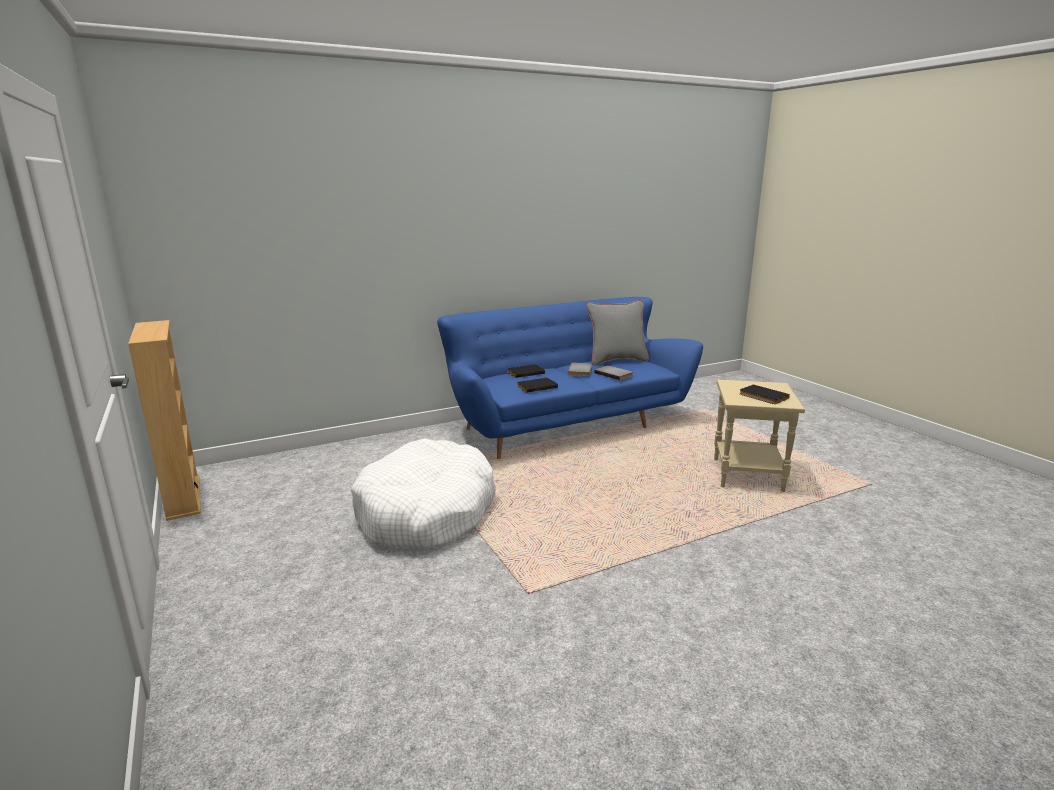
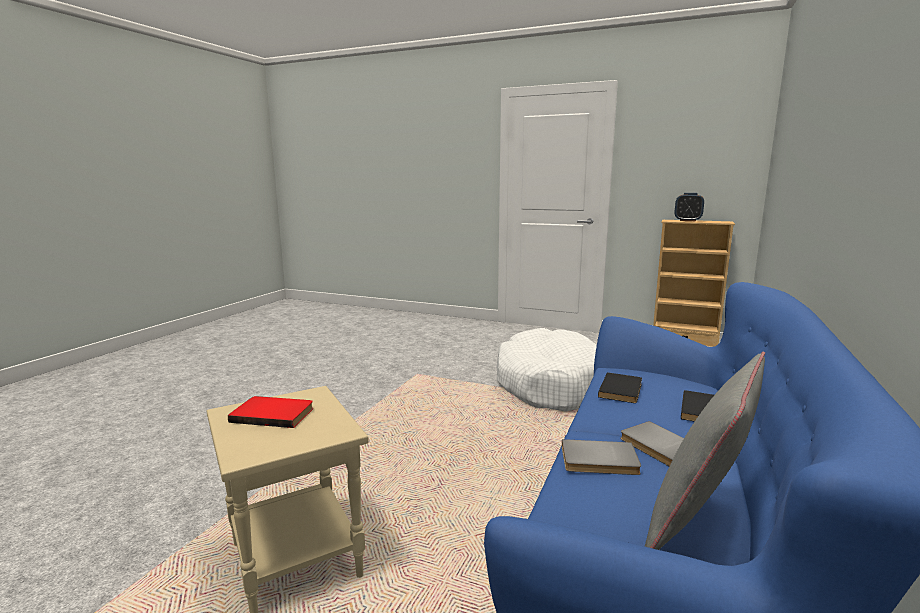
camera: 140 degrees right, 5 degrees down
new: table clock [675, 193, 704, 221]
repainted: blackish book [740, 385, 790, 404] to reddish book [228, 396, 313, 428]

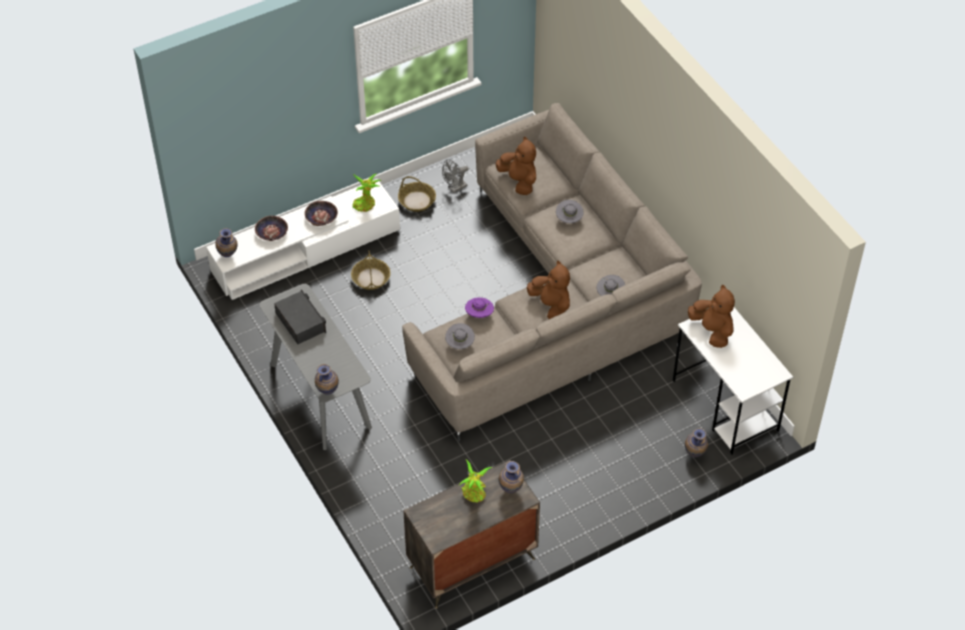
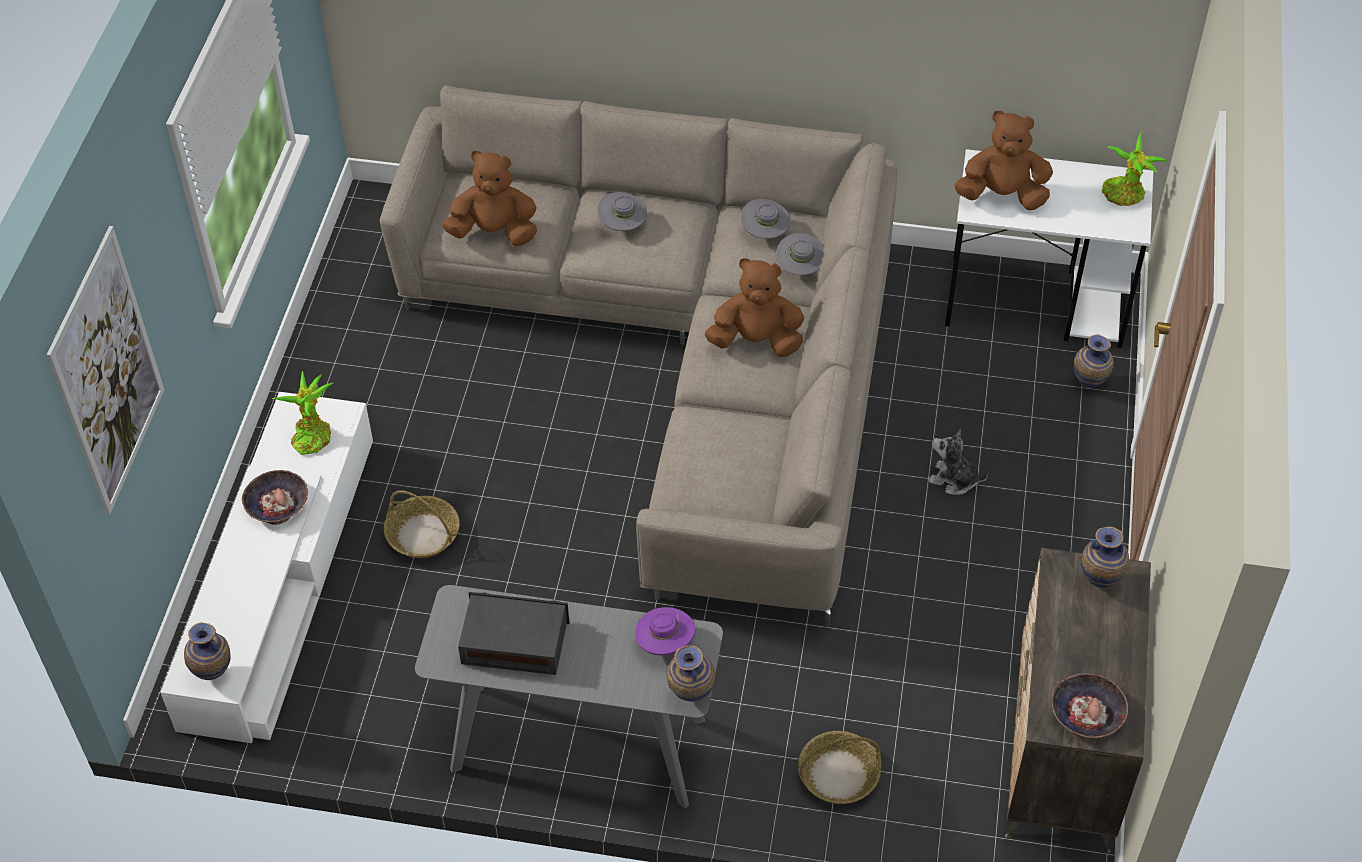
camera: 50 degrees left, 0 degrees up
gone: grey electric fan [442, 159, 469, 193]
new: wall picture [46, 226, 164, 515]; soft toy [928, 429, 988, 495]
shifted: purple clothing hat [465, 297, 494, 318] to [635, 607, 695, 656]; grey clothing hat [445, 323, 475, 349] to [741, 199, 791, 239]; storage basket [398, 176, 436, 212] to [798, 731, 881, 804]; deep dish [255, 216, 288, 241] to [1051, 673, 1128, 738]; potted plant [459, 459, 492, 503] to [1102, 131, 1168, 206]

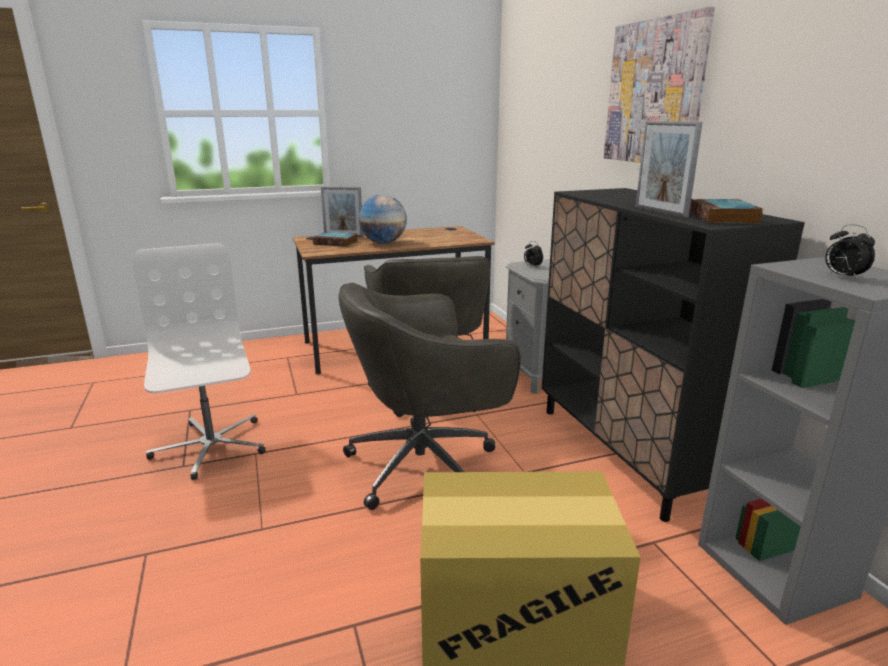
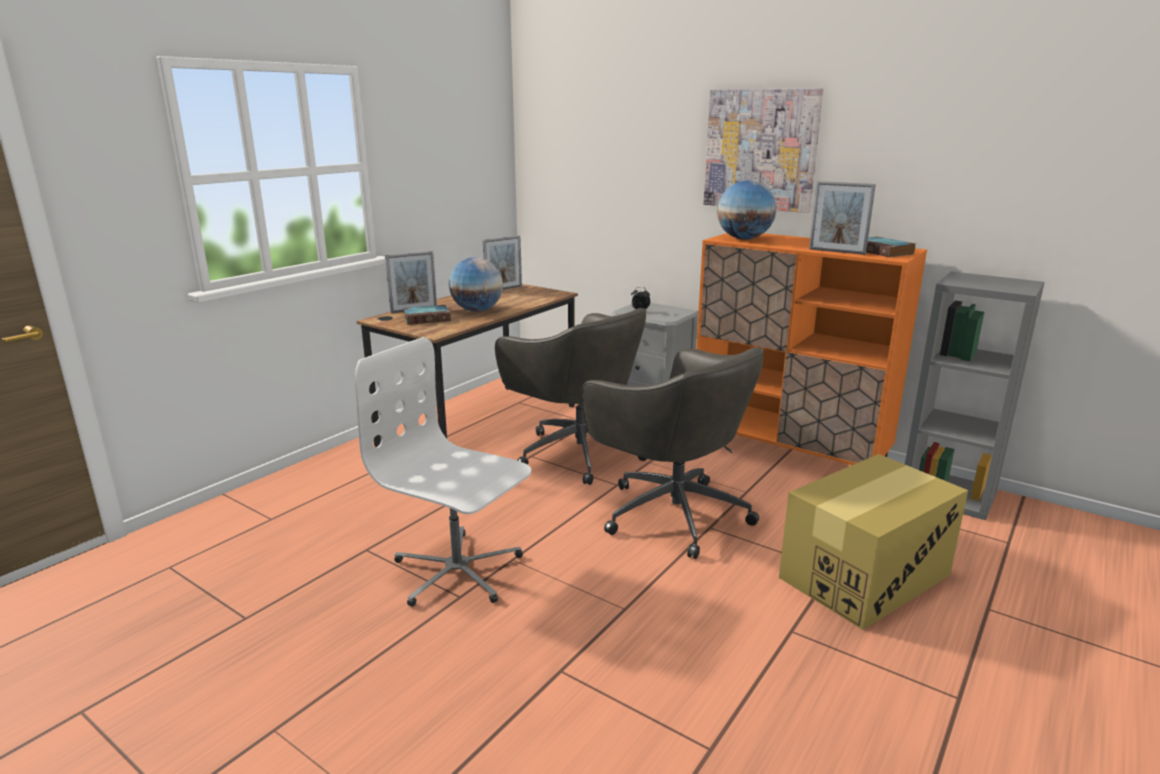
camera: 35 degrees left, 0 degrees up
gone: table clock [825, 224, 875, 280]
new: picture frame [483, 236, 522, 290]; globe [717, 180, 776, 240]
repainted: blackish storage cabinet [542, 188, 805, 522] to orange storage cabinet [696, 233, 927, 465]
rotated: grey computer chair [338, 282, 521, 510] = [581, 347, 764, 559] 75 degrees counterclockwise

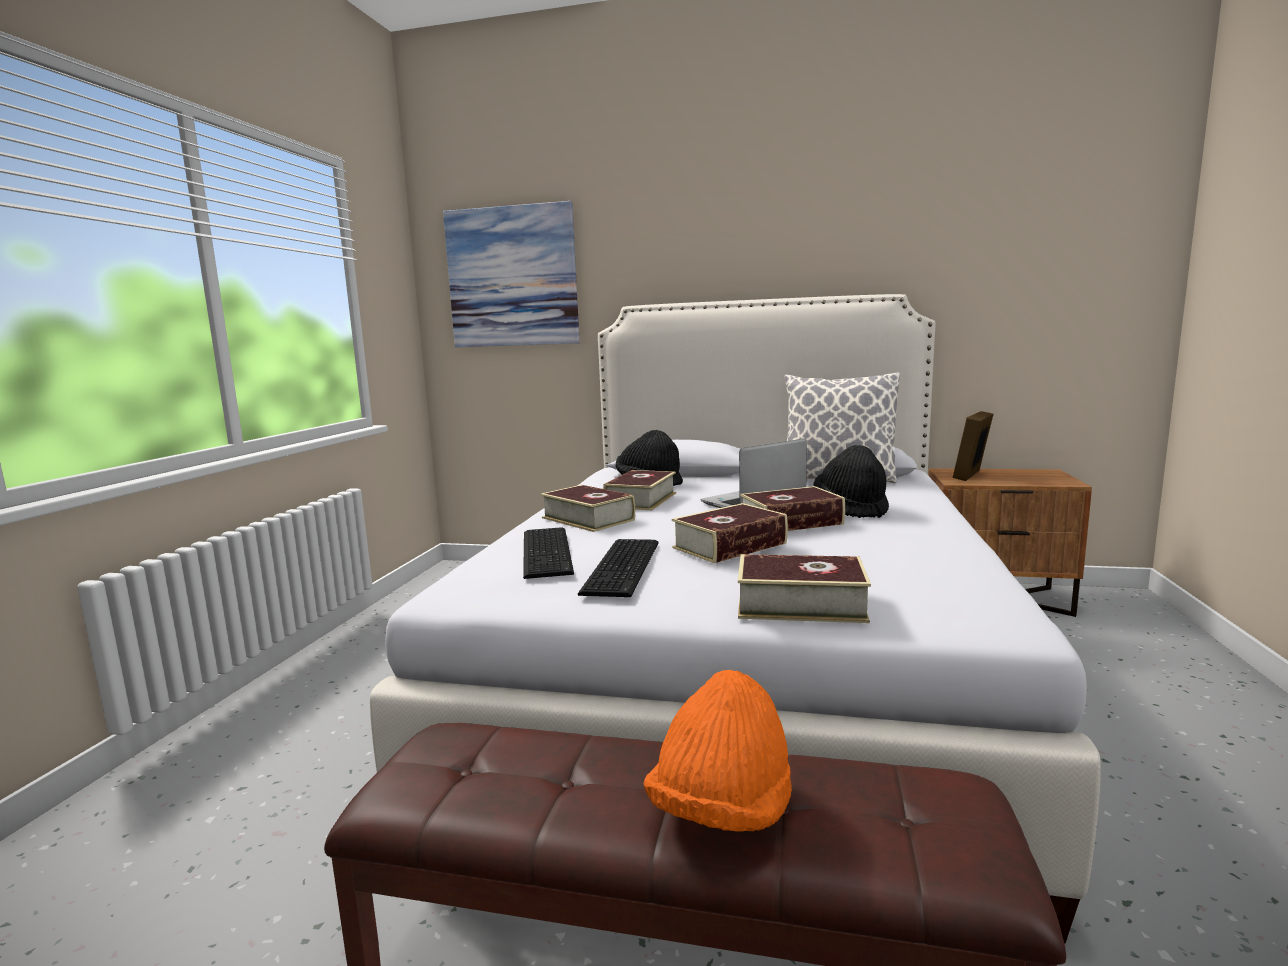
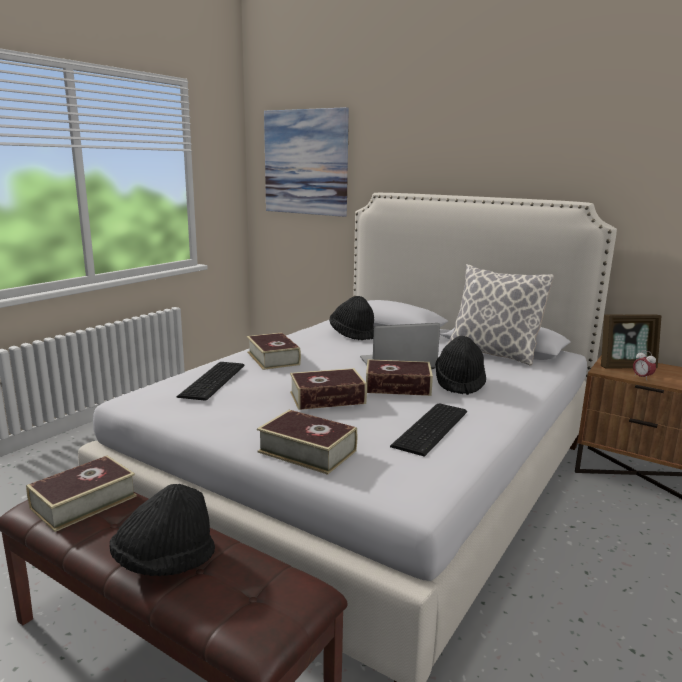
camera: 20 degrees right, 5 degrees up
new: table clock [633, 350, 656, 381]
shifted: book [603, 470, 676, 510] to [26, 456, 137, 532]; computer keyboard [578, 539, 659, 597] to [390, 403, 467, 457]
repainted: orange clothing hat [643, 670, 792, 831] to blackish clothing hat [109, 484, 215, 576]
rotated: picture frame [953, 411, 994, 481] = [601, 314, 661, 369] 150 degrees counterclockwise

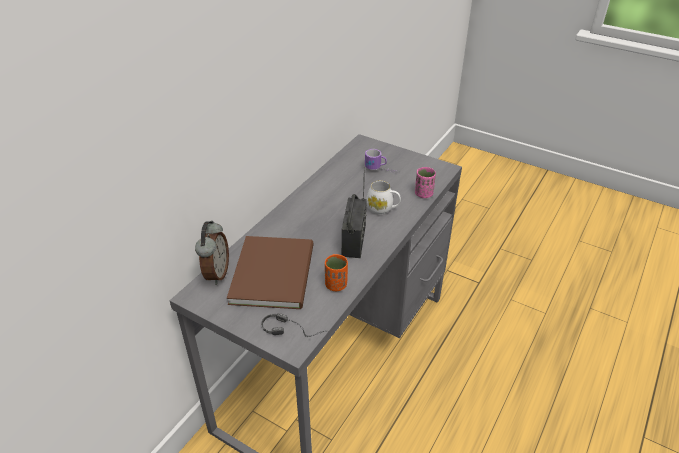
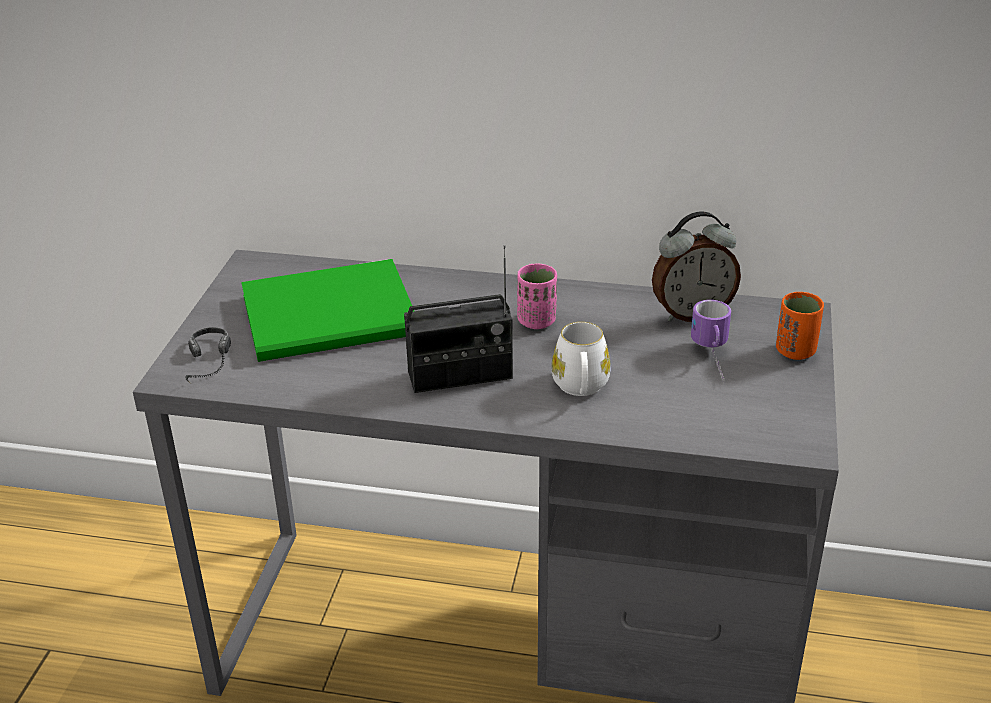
camera: 70 degrees right, 5 degrees down
shifted: pink-coloured small cup [415, 167, 436, 198] to [517, 264, 557, 329]; table clock [195, 221, 229, 285] to [652, 212, 741, 322]; orange small cup [325, 254, 348, 291] to [776, 292, 824, 360]
repainted: brownish book [227, 236, 313, 309] to greenish book [241, 259, 414, 362]

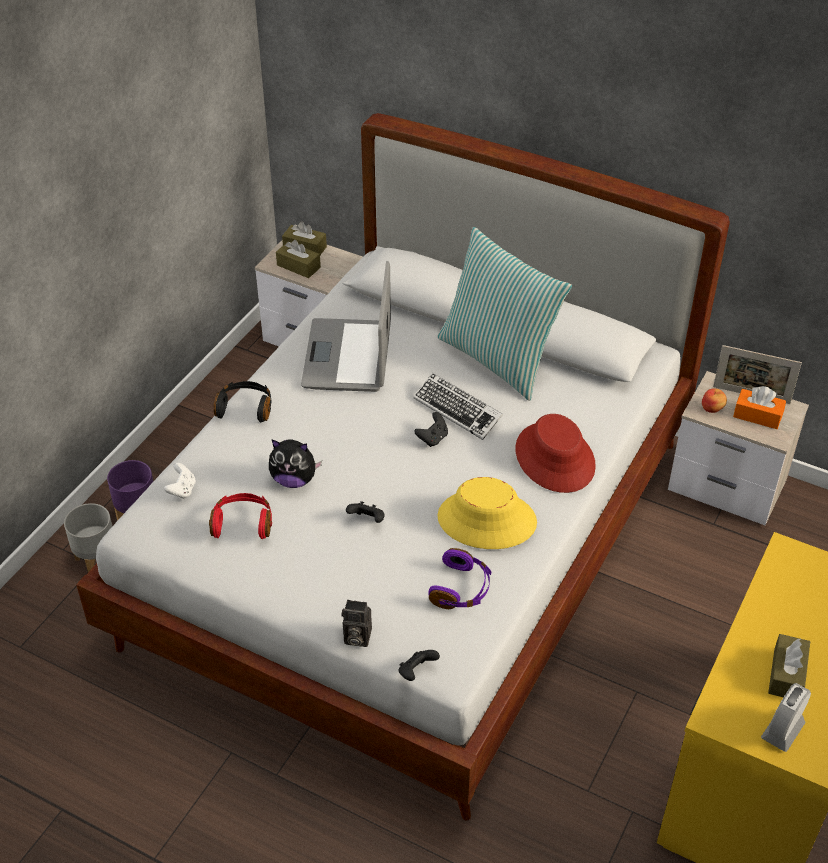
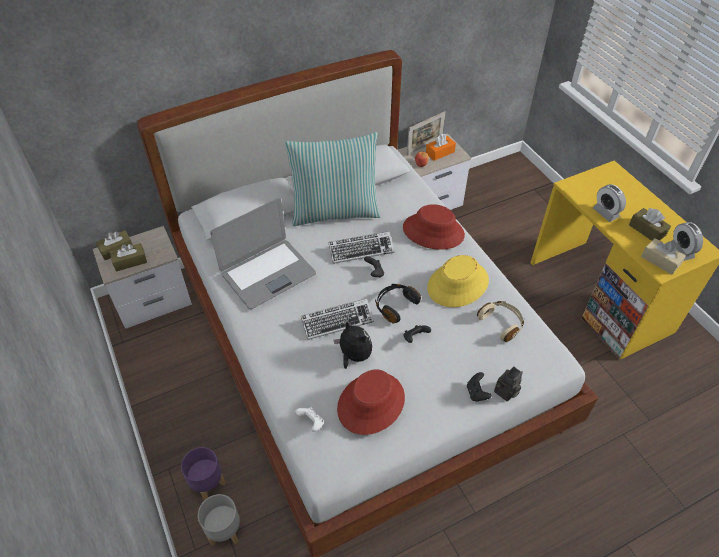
camera: 55 degrees left, 5 degrees up
new: computer keyboard [301, 298, 374, 340]; table clock [593, 184, 626, 222]; beige-coloured tissue holder [641, 238, 686, 275]
shifted: blackish pair of headphones [214, 381, 272, 422] to [375, 284, 421, 324]; blackish gamepad [399, 650, 440, 681] to [467, 372, 492, 401]
swapped: reddish pair of headphones [209, 493, 272, 539] to reddish clothing hat [337, 369, 405, 435]
repainted: purple pair of headphones [428, 548, 491, 609] to beige-coloured pair of headphones [477, 301, 524, 342]
rotated: notebook computer [301, 261, 391, 392] = [210, 198, 316, 309] 75 degrees counterclockwise; soft toy [269, 439, 322, 488] = [334, 321, 372, 369] 90 degrees counterclockwise

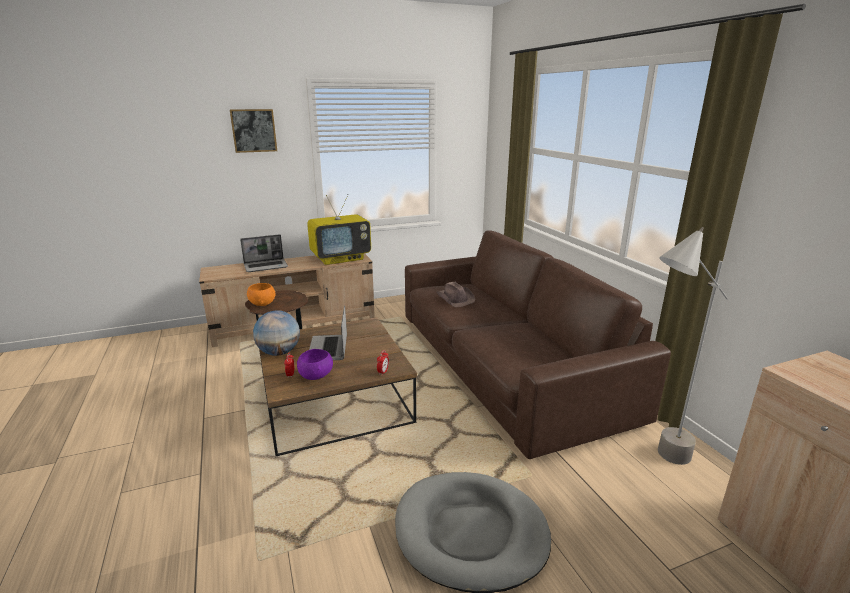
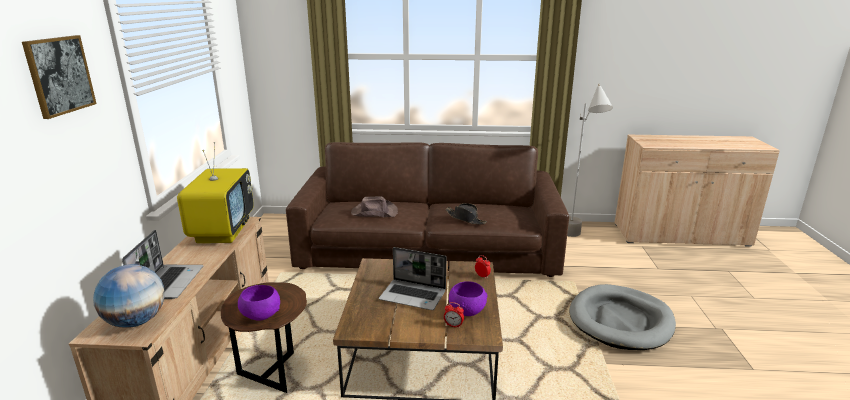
camera: 65 degrees left, 0 degrees up
new: blackish clothing hat [445, 203, 487, 224]
shifted: globe [253, 310, 300, 356] to [93, 264, 165, 328]
repainted: orange deep dish [247, 283, 275, 306] to purple deep dish [238, 285, 280, 321]

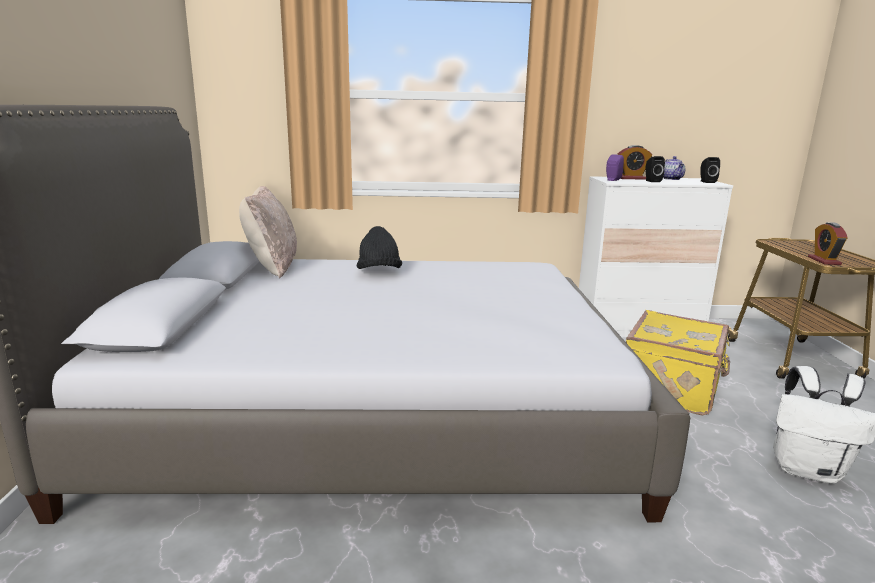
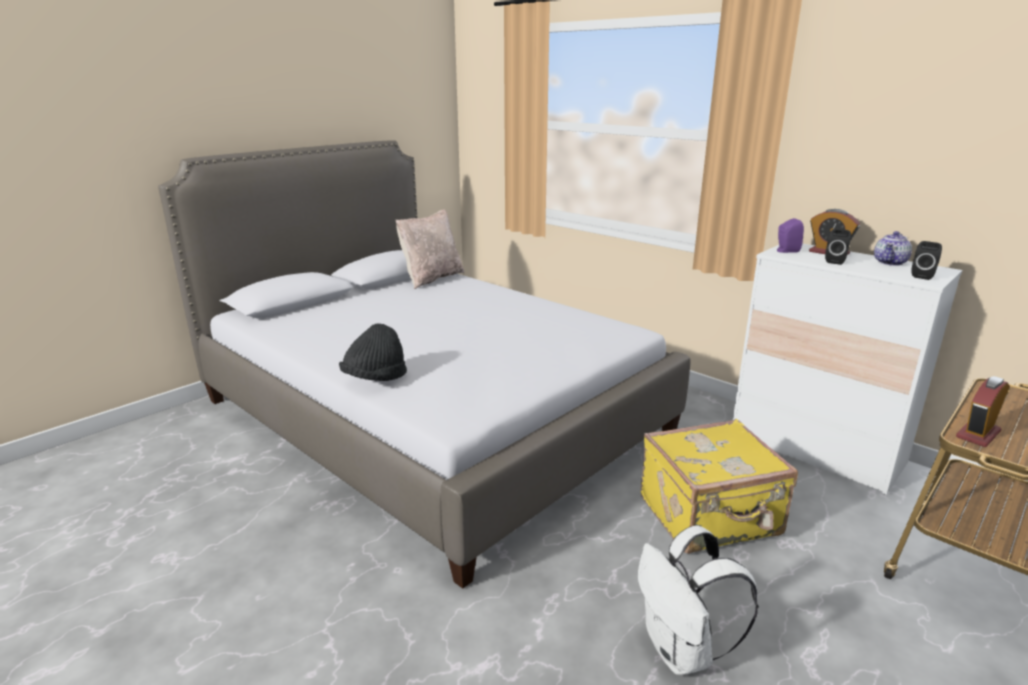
camera: 45 degrees right, 5 degrees up
shifted: blackish clothing hat [357, 226, 402, 269] to [339, 323, 407, 381]

